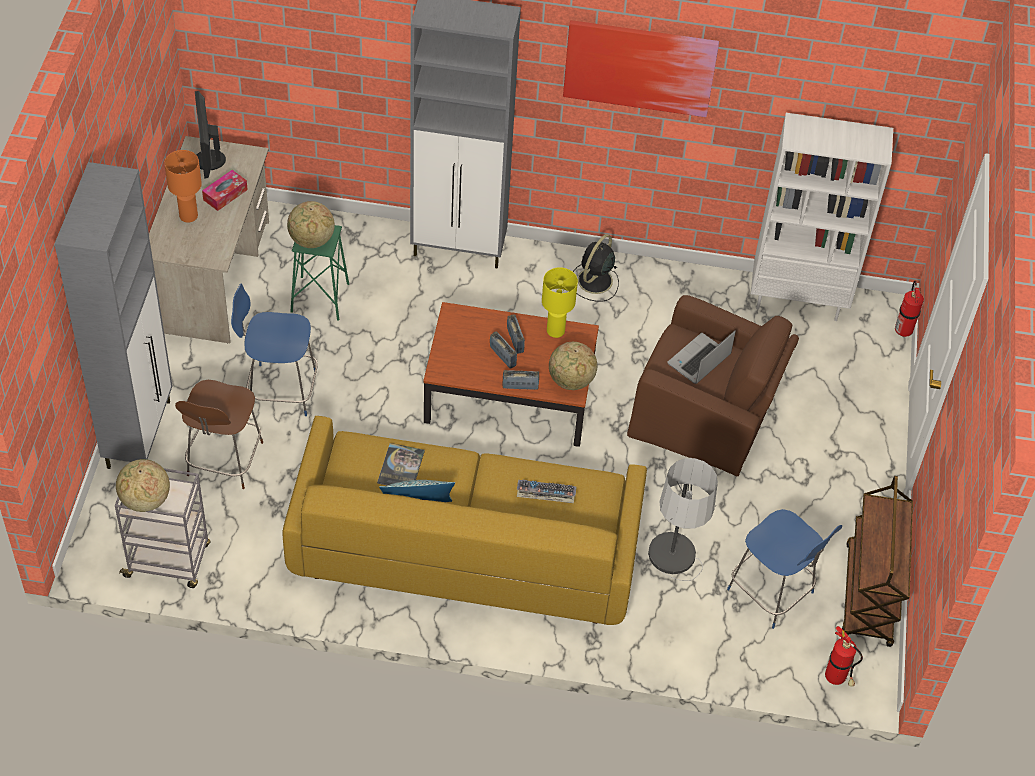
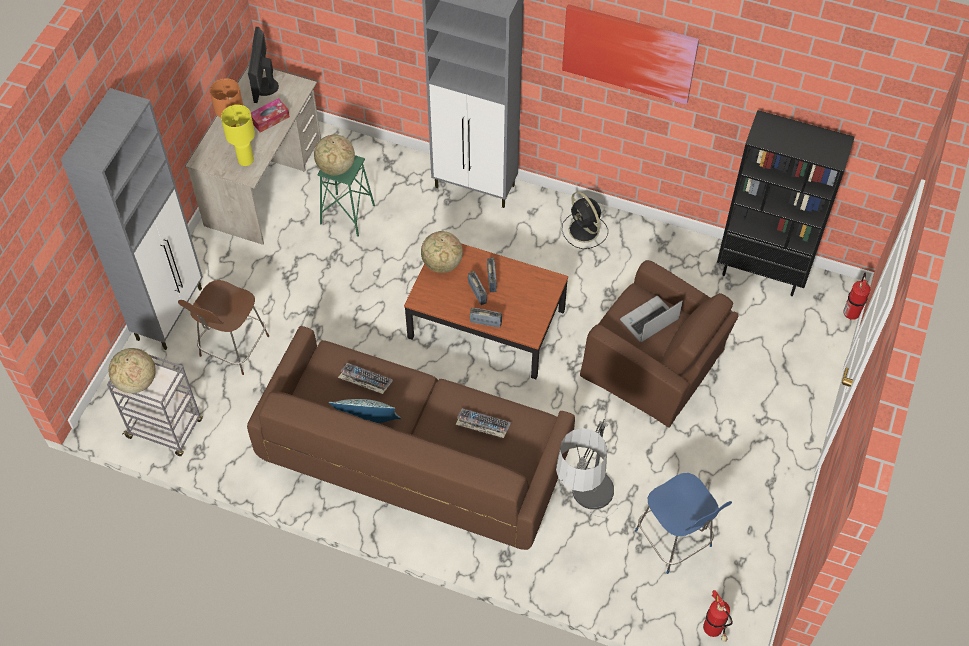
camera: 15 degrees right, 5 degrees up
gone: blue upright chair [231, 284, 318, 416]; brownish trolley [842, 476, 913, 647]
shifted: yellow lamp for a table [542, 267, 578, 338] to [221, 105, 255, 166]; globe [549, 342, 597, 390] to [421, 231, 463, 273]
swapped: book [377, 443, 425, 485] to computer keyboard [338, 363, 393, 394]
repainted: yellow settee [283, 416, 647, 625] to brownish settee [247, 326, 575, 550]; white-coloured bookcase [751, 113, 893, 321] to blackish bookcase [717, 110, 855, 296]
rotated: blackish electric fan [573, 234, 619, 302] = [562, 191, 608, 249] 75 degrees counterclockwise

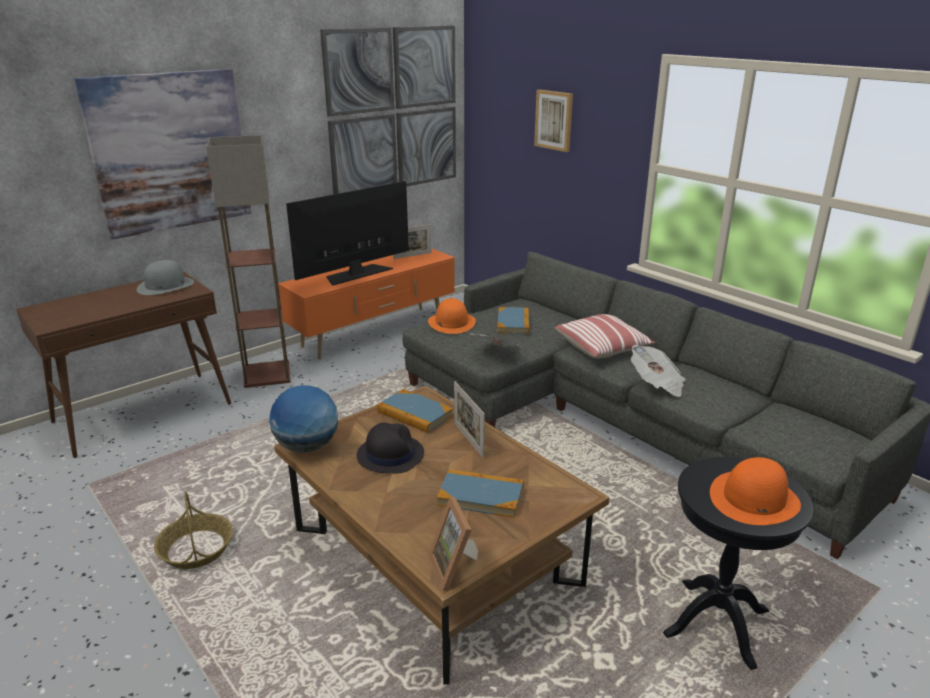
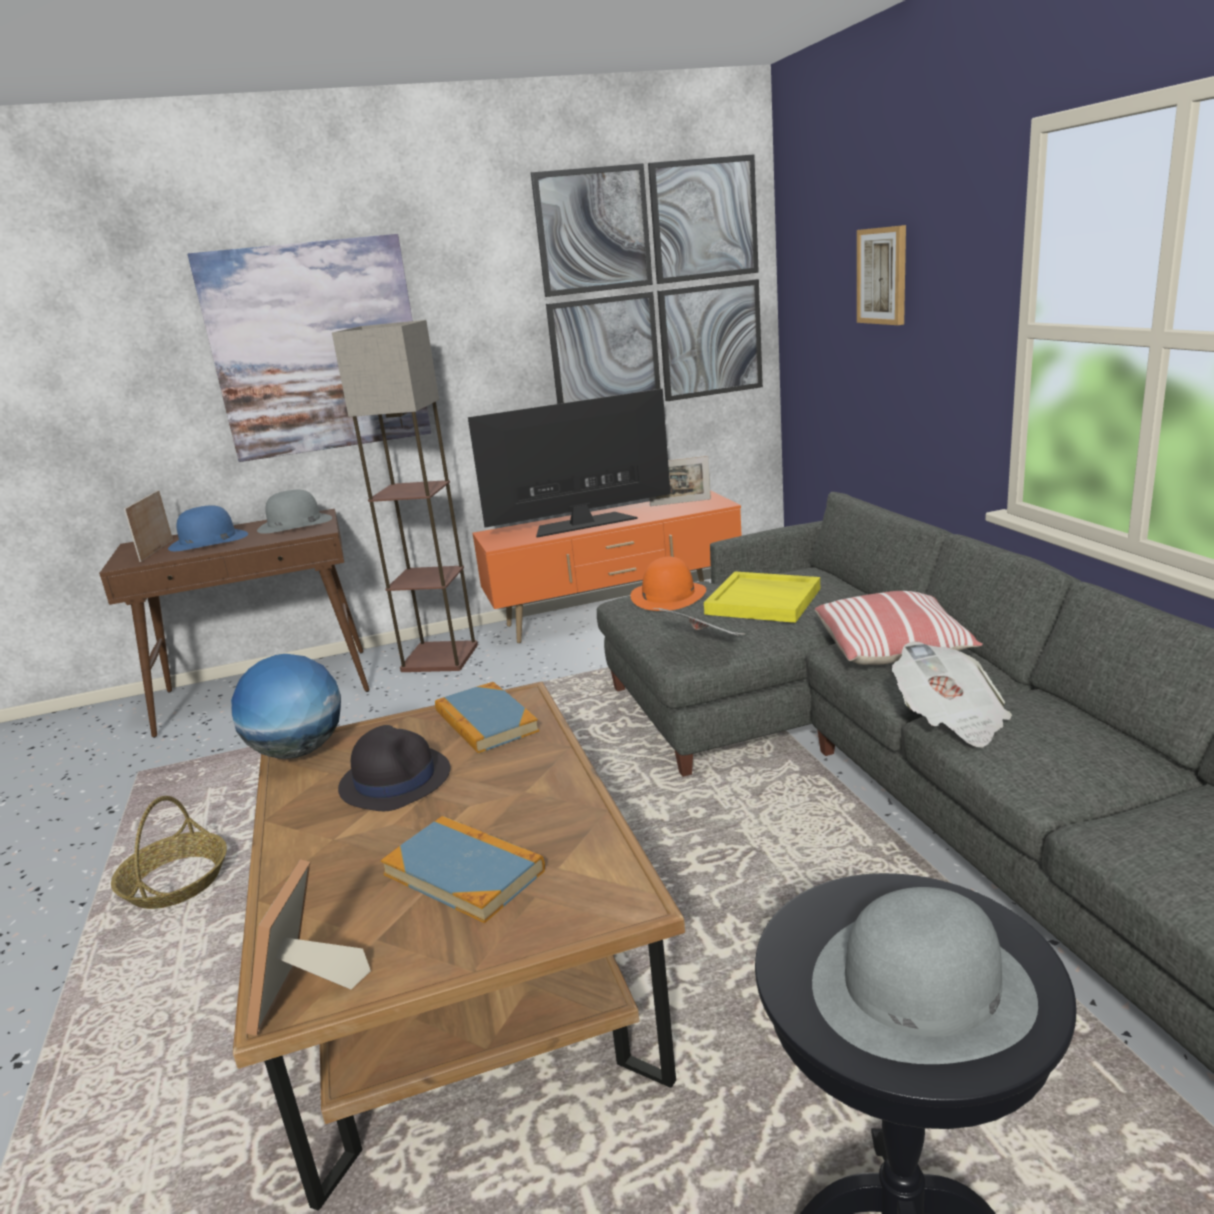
camera: 25 degrees right, 5 degrees down
new: blue clothing hat [168, 506, 248, 551]
shifted: picture frame [454, 381, 485, 458] to [124, 490, 173, 562]
swapped: book [497, 307, 530, 334] to yellow serving tray [704, 571, 820, 623]
repainted: orange clothing hat [710, 457, 801, 525] to grey clothing hat [812, 887, 1038, 1064]

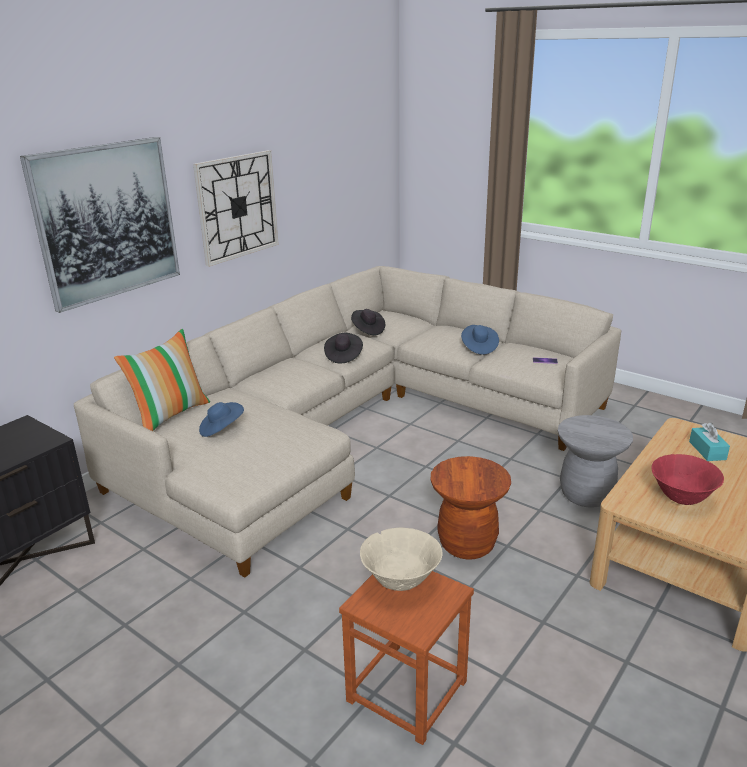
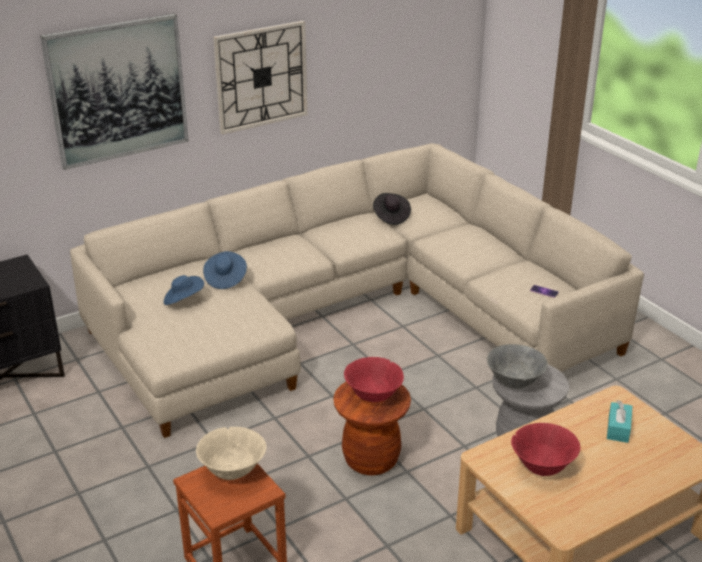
camera: 20 degrees right, 5 degrees up
gone: pillow [114, 329, 210, 431]; blackish clothing hat [324, 333, 363, 363]
new: reddish deep dish [344, 357, 404, 402]; grey deep dish [487, 344, 548, 389]
shifted: blue clothing hat [461, 325, 499, 355] to [203, 251, 247, 289]

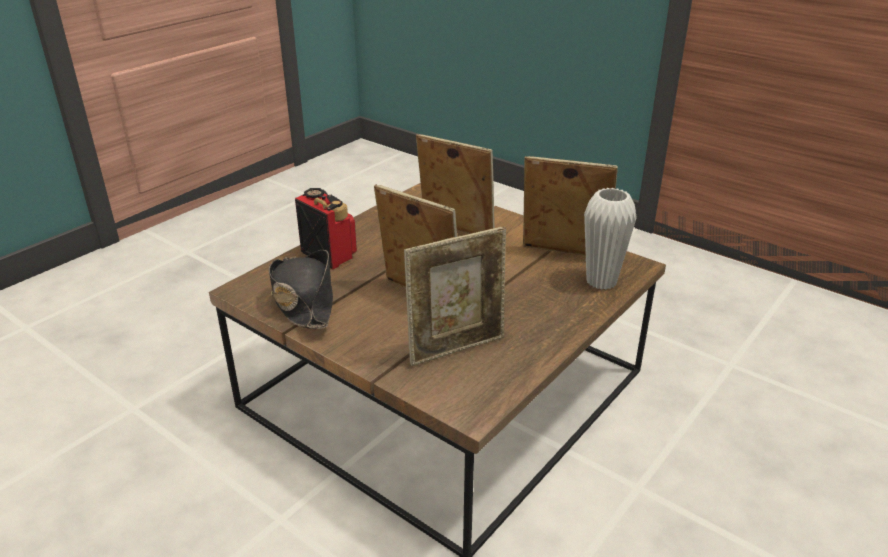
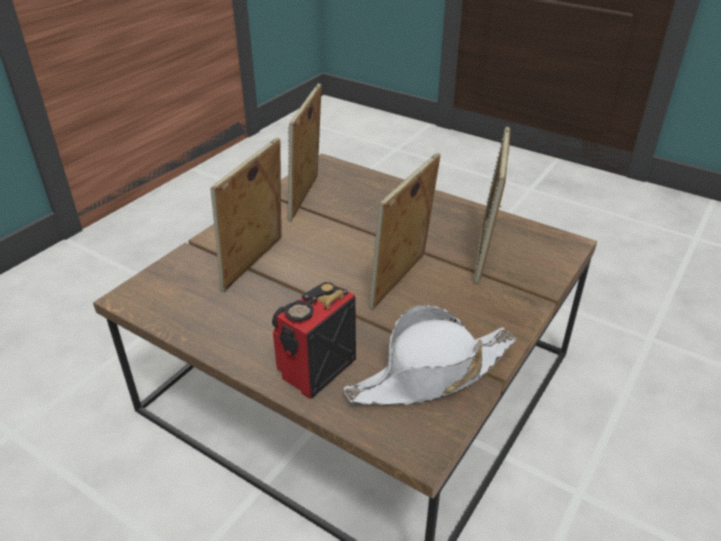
camera: 95 degrees left, 5 degrees up
gone: white-coloured flower vase [584, 188, 637, 290]
repainted: blackish clothing hat [269, 250, 333, 329] to white-coloured clothing hat [343, 305, 516, 405]
rotated: picture frame [404, 226, 506, 366] = [473, 127, 510, 283] 135 degrees counterclockwise

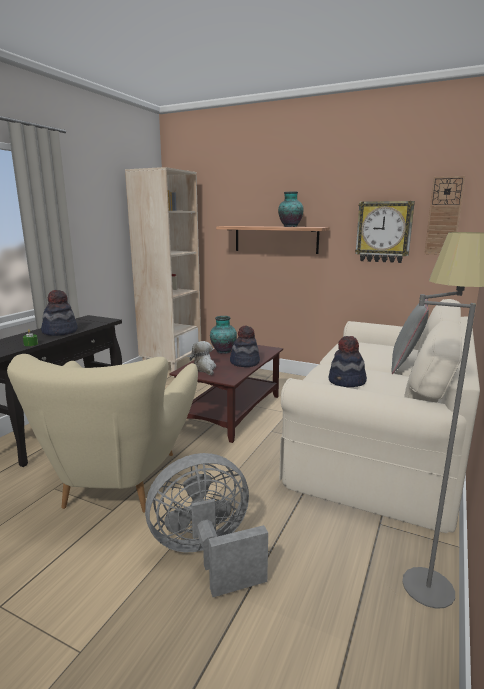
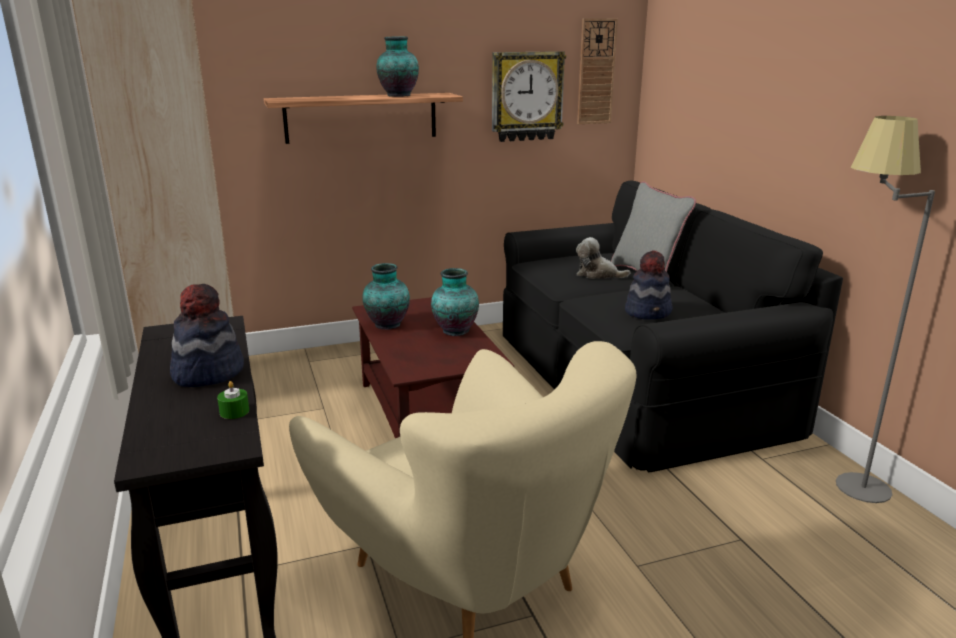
camera: 45 degrees left, 5 degrees up
gone: grey electric fan [145, 453, 268, 597]
shifted: soft toy [190, 341, 216, 375] to [576, 237, 630, 279]
swapped: clothing hat [230, 325, 260, 367] to flower vase [431, 268, 479, 336]
repainted: beige-coloured settee [279, 299, 480, 533] to blackish settee [503, 181, 843, 472]

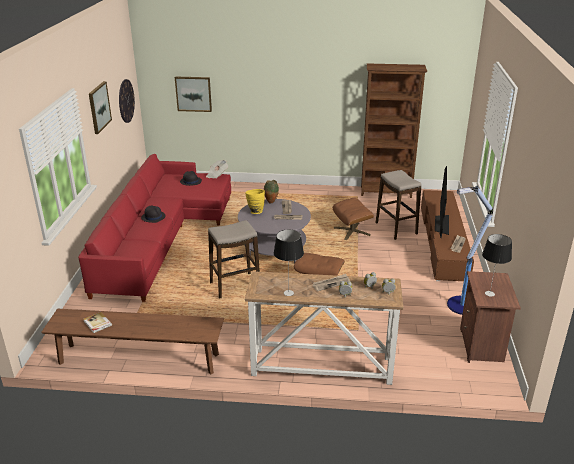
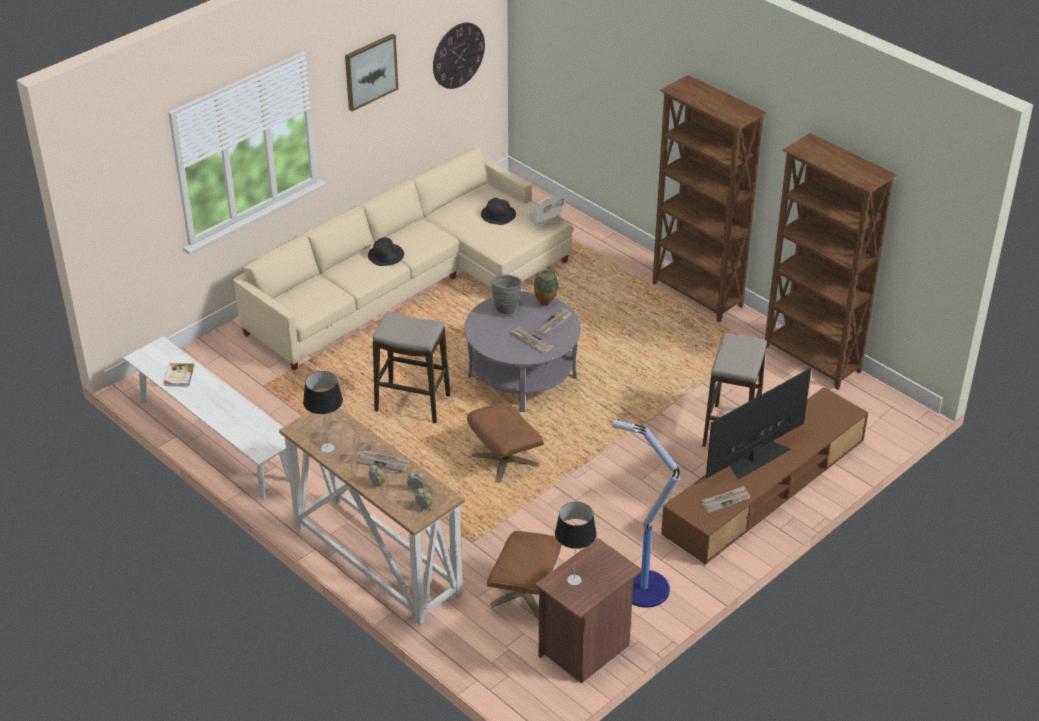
camera: 40 degrees right, 10 degrees up
gone: wall picture [175, 76, 212, 112]
new: brownish bookcase [652, 75, 767, 322]
shifted: brownish ottoman [333, 198, 374, 240] to [487, 531, 561, 620]
repainted: brownish long seat [41, 309, 224, 374] to white-coloured long seat [123, 336, 290, 499]; reddish settee [78, 154, 231, 302] to beige-coloured settee [234, 147, 573, 370]; yellow flower vase [245, 189, 265, 214] to grey flower vase [491, 274, 522, 315]

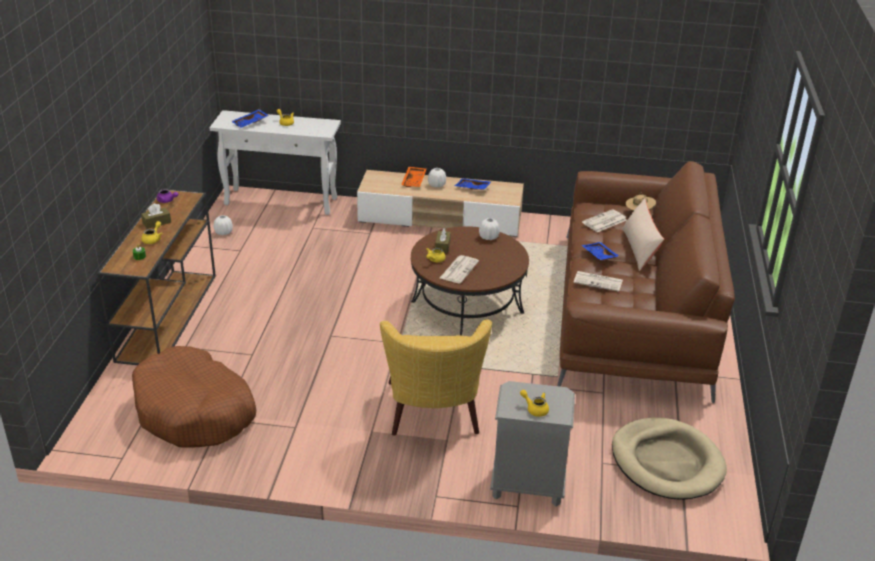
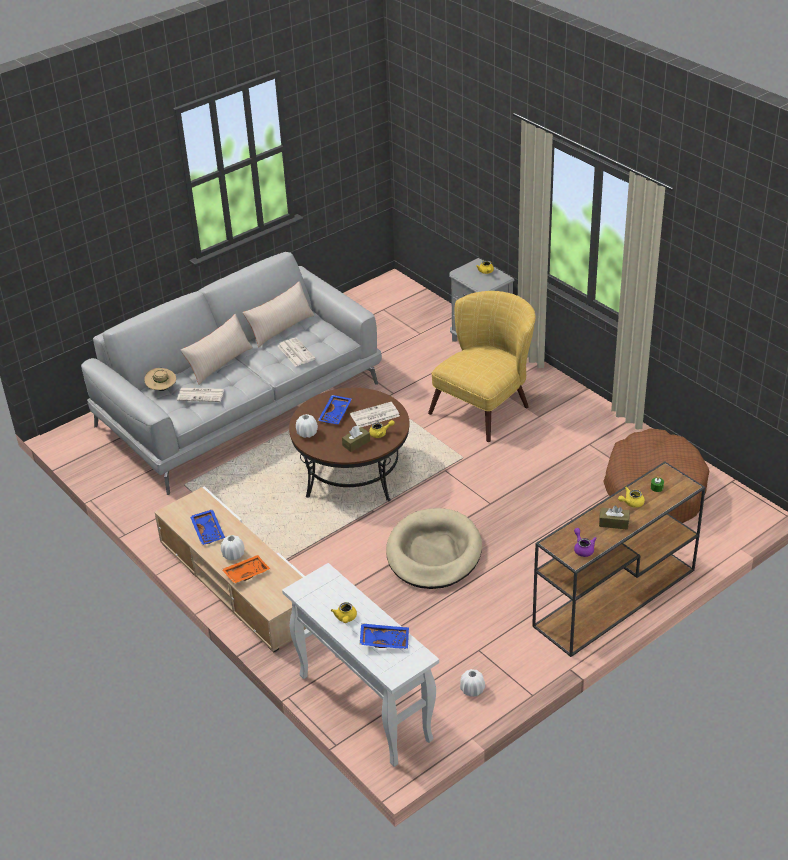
camera: 135 degrees left, 5 degrees up
new: beige-coloured pillow [243, 281, 315, 348]
shifted: blue serving tray [582, 242, 619, 260] to [318, 395, 352, 424]; beige-coloured dog bed [612, 417, 727, 500] to [386, 508, 482, 589]
repainted: brownish settee [557, 161, 735, 403] to grey settee [81, 252, 382, 495]

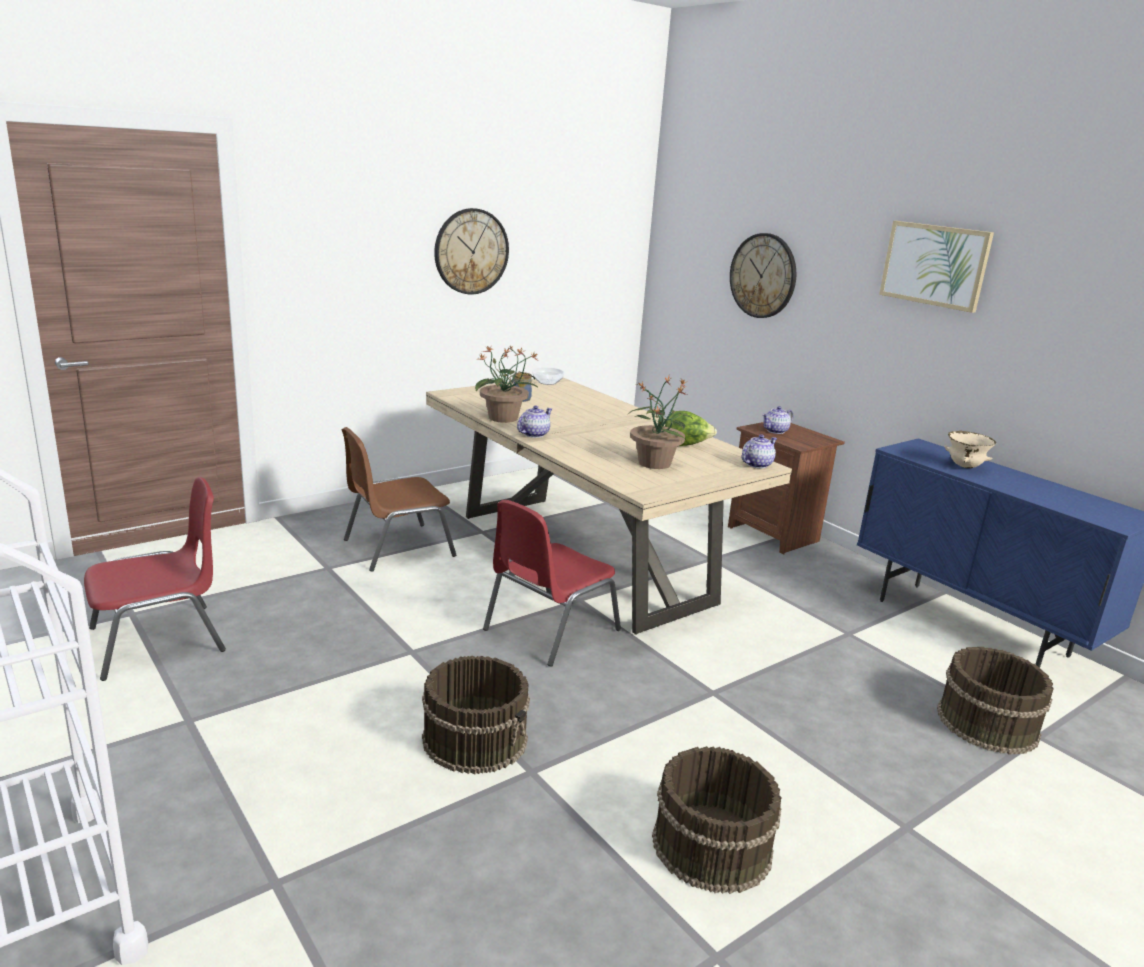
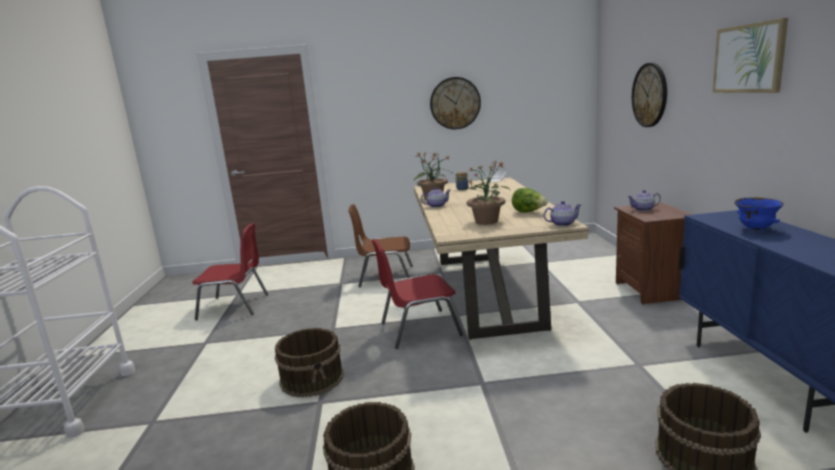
camera: 35 degrees right, 5 degrees down
repainted: beige-coloured deep dish [944, 431, 996, 468] to blue deep dish [734, 197, 784, 230]

